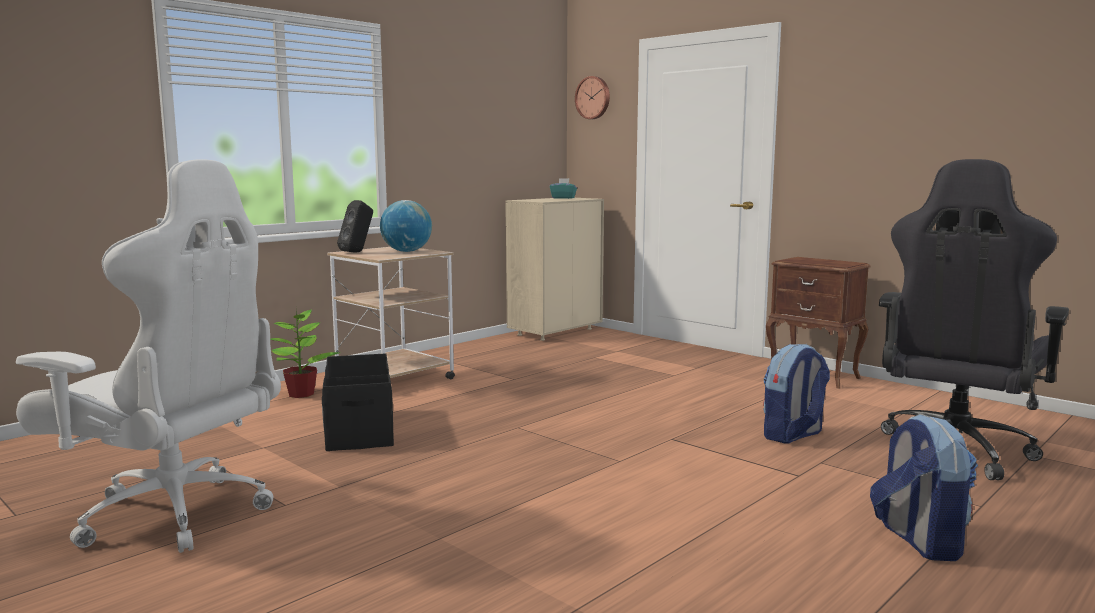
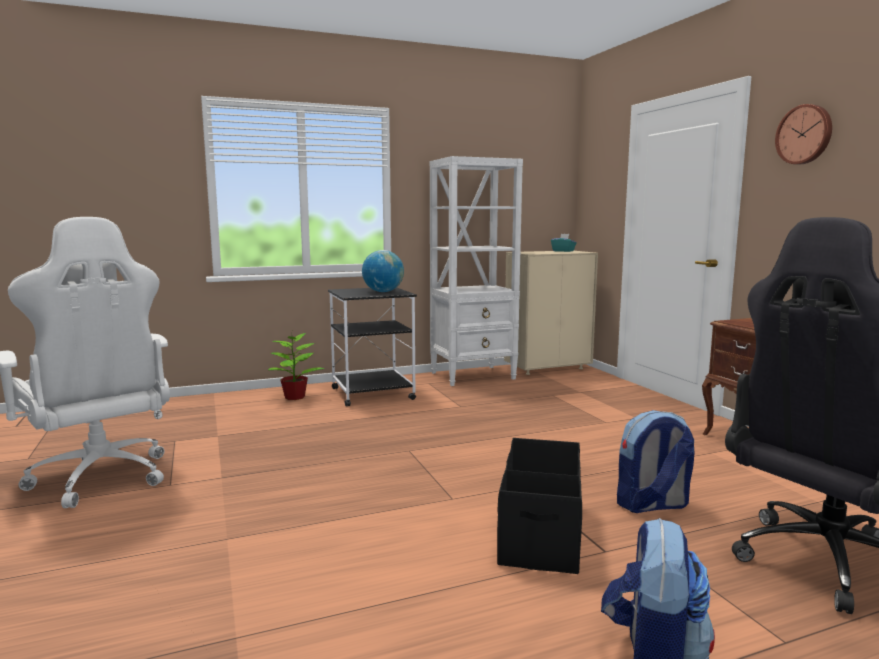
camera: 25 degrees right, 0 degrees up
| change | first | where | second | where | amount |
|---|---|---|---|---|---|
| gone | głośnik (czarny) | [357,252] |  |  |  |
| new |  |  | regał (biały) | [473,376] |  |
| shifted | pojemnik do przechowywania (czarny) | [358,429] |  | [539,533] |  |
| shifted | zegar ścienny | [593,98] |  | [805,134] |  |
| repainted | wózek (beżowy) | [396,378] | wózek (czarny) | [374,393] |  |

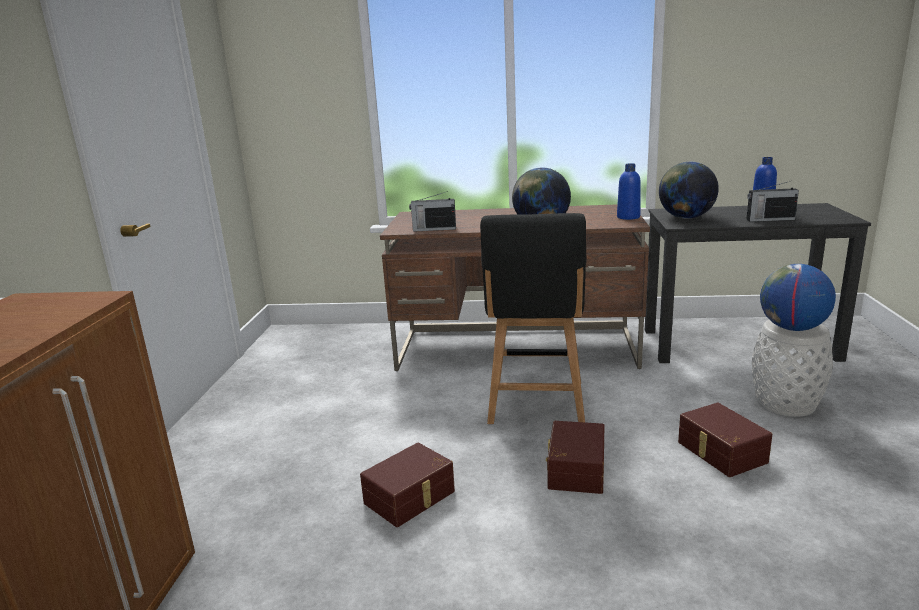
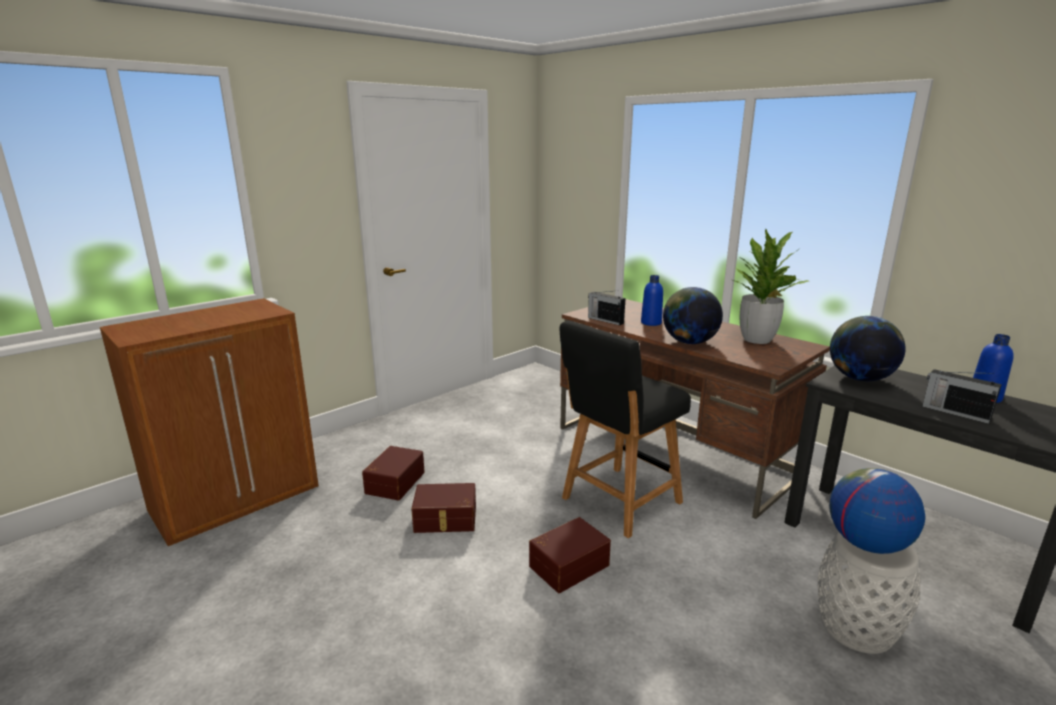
camera: 40 degrees right, 0 degrees up
| change | first | where | second | where | amount |
|---|---|---|---|---|---|
| new |  |  | roślina doniczkowa | [757,339] |  |
| shifted | butelka (niebieski) | [628,217] |  | [651,323] |  |
| shifted | pojemnik do przechowywania (brązowy) | [720,452] |  | [393,482] |  |

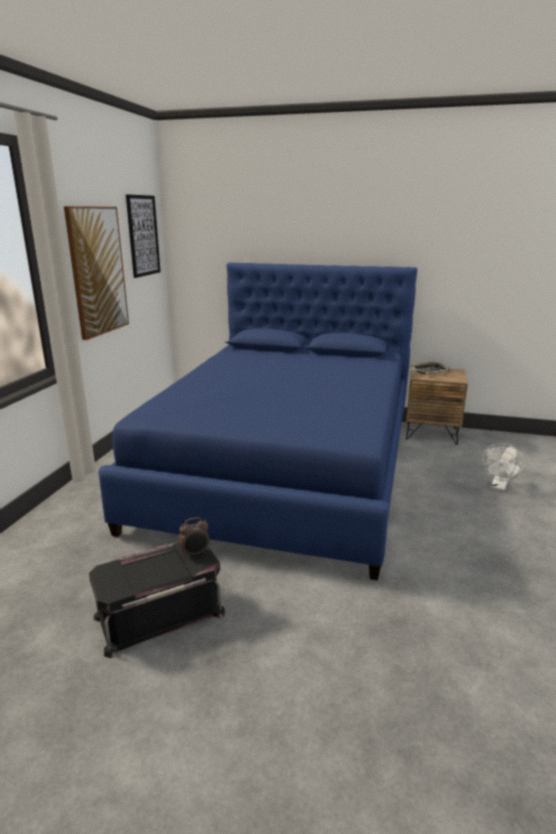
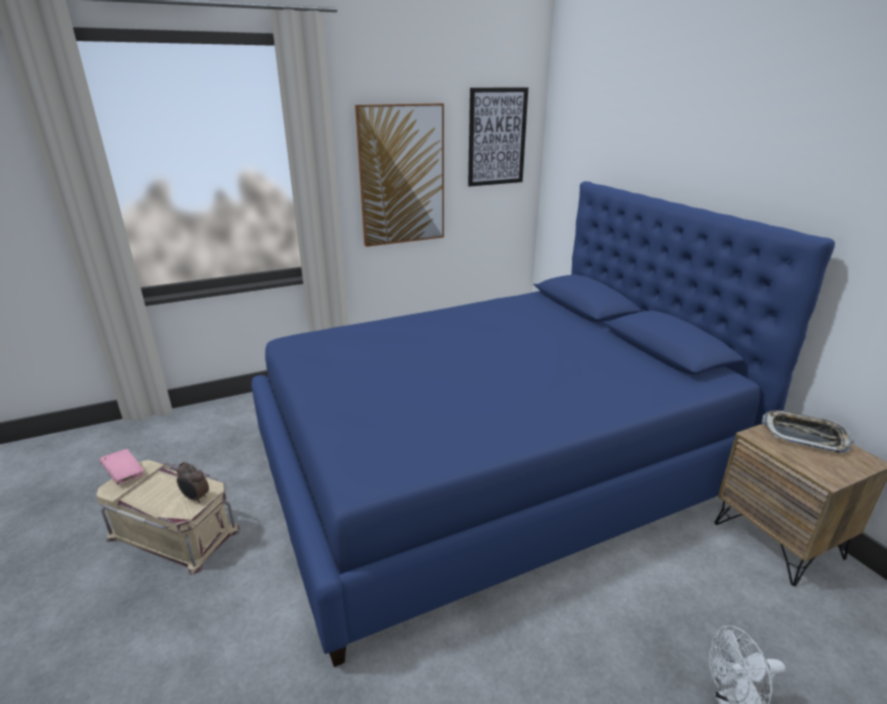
camera: 50 degrees right, 5 degrees up
| change | first | where | second | where | amount |
|---|---|---|---|---|---|
| new |  |  | książka (różowy) | [124,474] |  |
| repainted | pojemnik do przechowywania (czarny) | [159,613] | pojemnik do przechowywania (beżowy) | [175,532] |  |

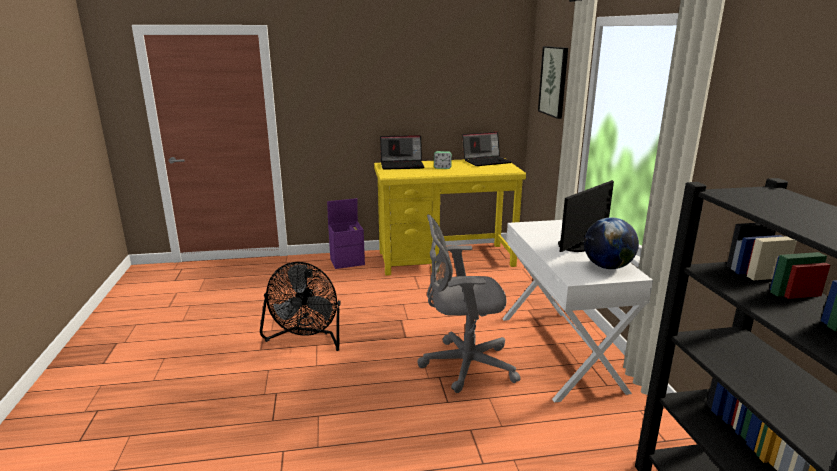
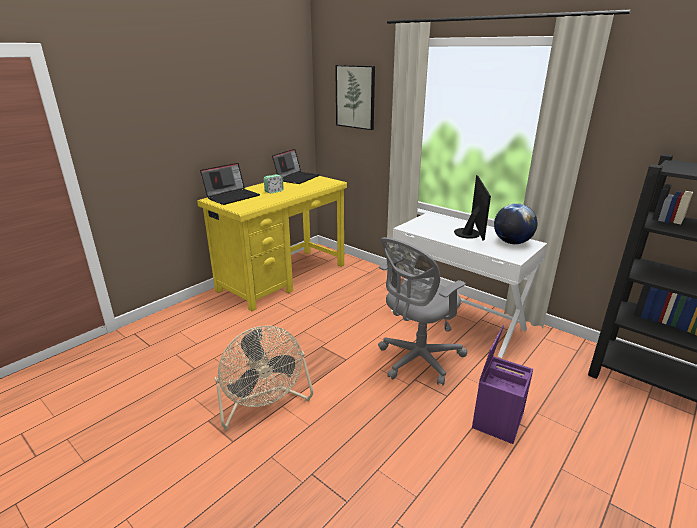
camera: 40 degrees left, 5 degrees up
| change | first | where | second | where | amount |
|---|---|---|---|---|---|
| shifted | pojemnik do przechowywania (fioletowy) | [348,261] |  | [497,419] |  |
| repainted | wentylator (czarny) | [305,337] | wentylator (beżowy) | [260,404] |  |

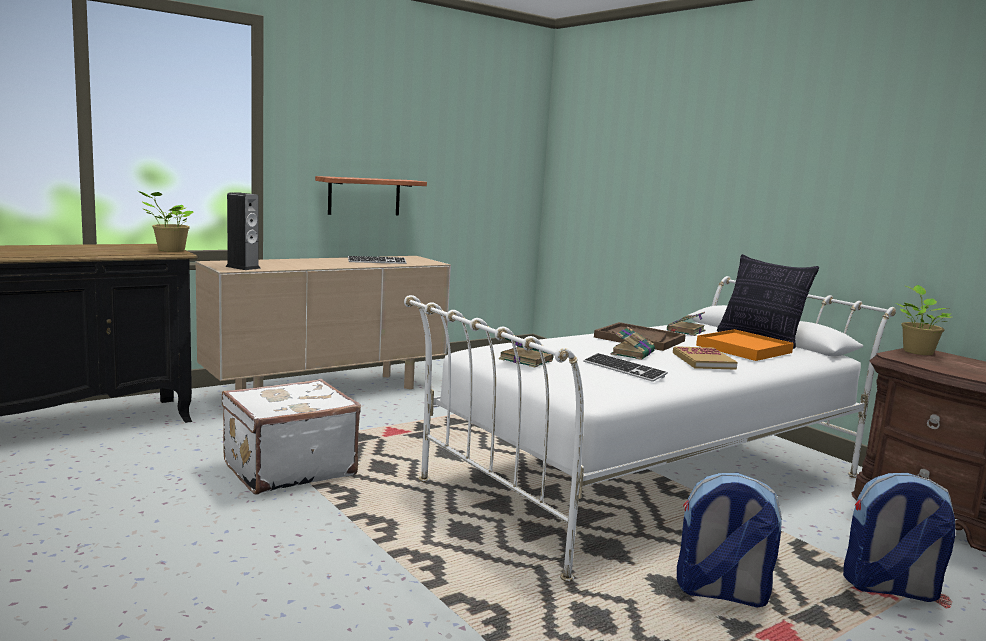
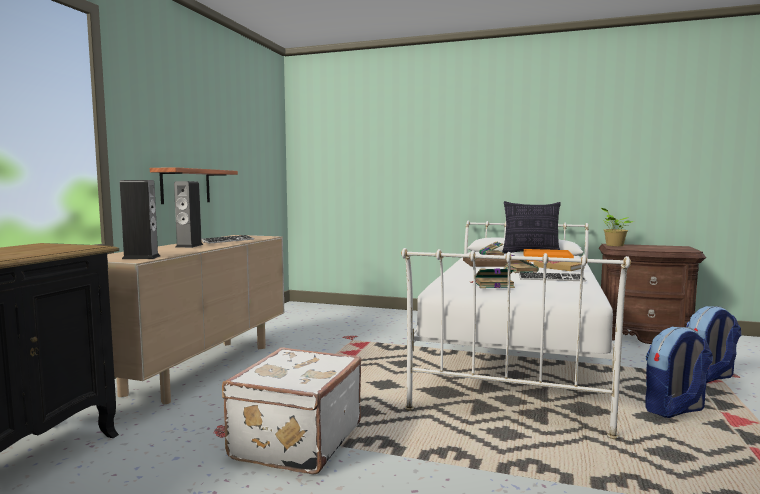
camera: 35 degrees left, 5 degrees down
| change | first | where | second | where | amount |
|---|---|---|---|---|---|
| gone | roślina doniczkowa | [169,250] |  |  |  |
| new |  |  | głośnik | [189,246] |  |

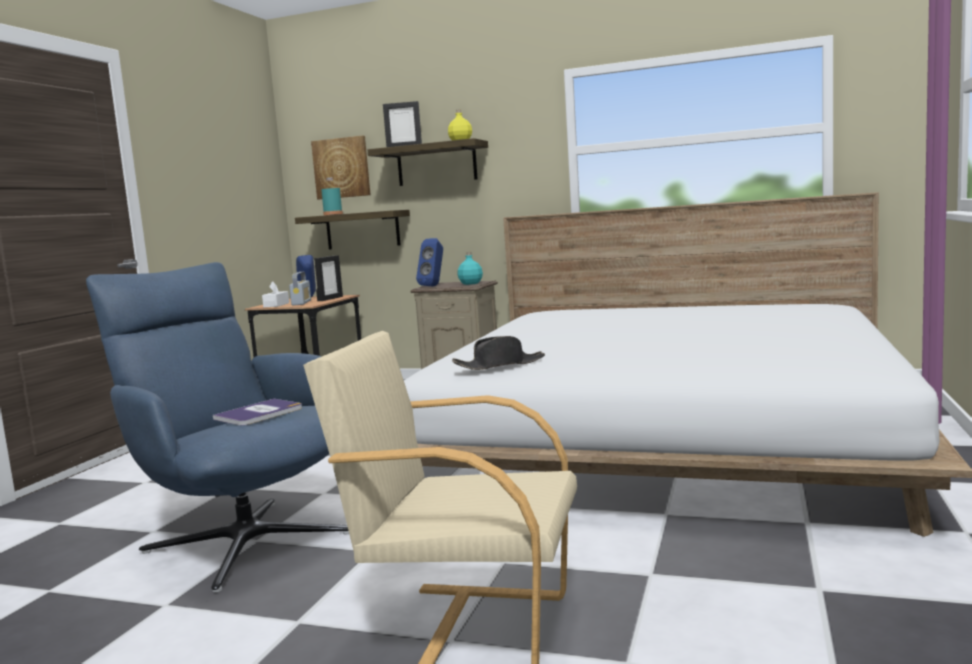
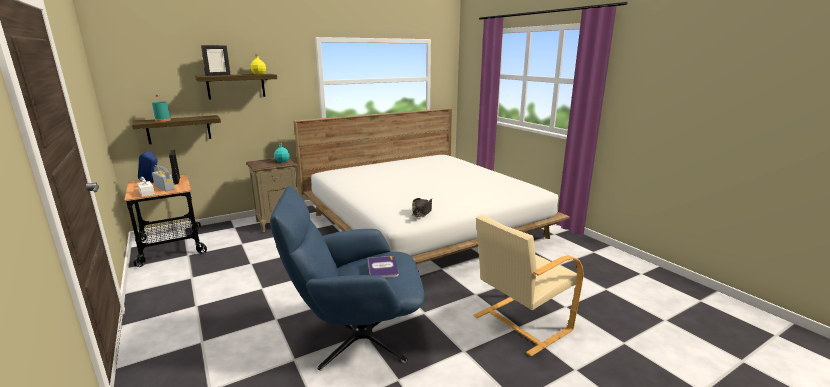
camera: 50 degrees left, 10 degrees up
| change | first | where | second | where | amount |
|---|---|---|---|---|---|
| gone | obraz | [342,168] |  |  |  |
| gone | głośnik (niebieski) | [434,286] |  |  |  |

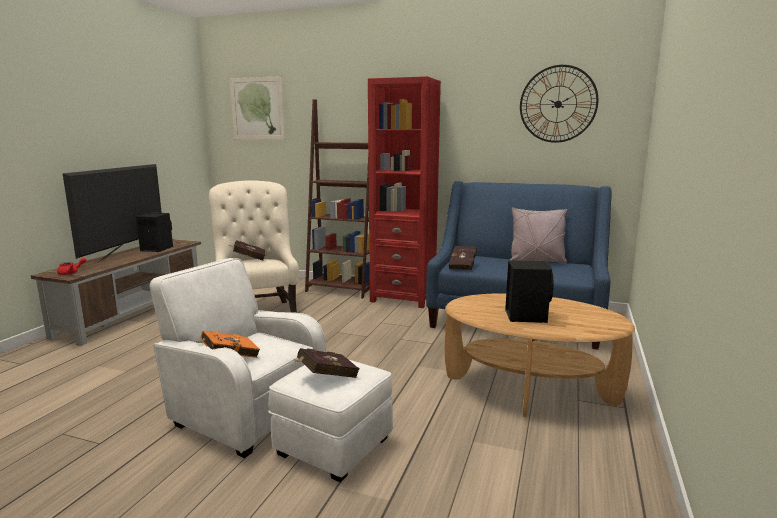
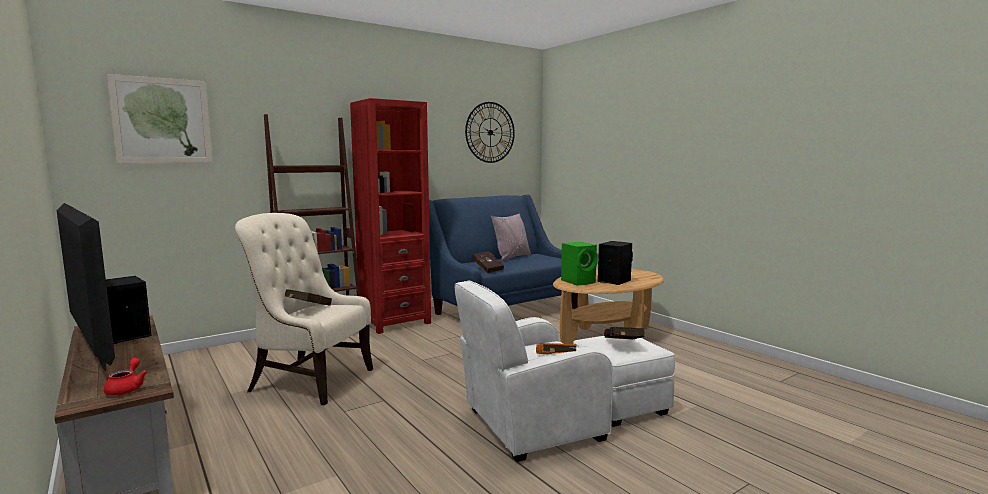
camera: 55 degrees left, 5 degrees down
| change | first | where | second | where | amount |
|---|---|---|---|---|---|
| new |  |  | głośnik (zielony) | [579,281] |  |

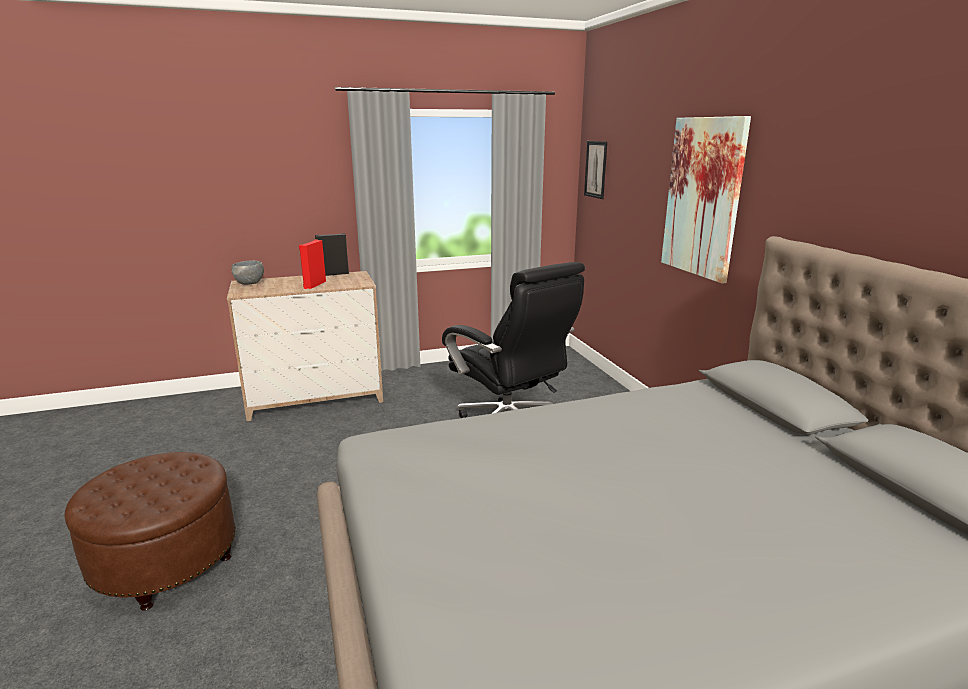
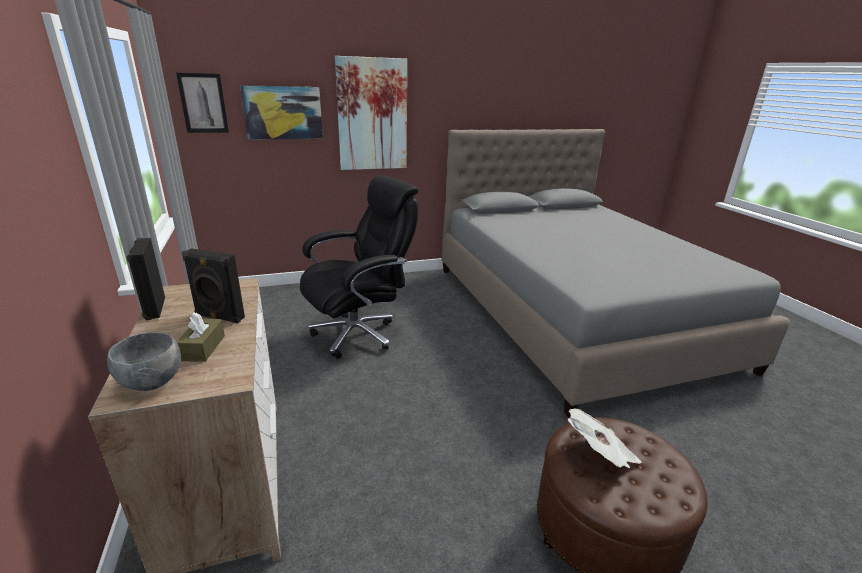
camera: 90 degrees left, 5 degrees up
| change | first | where | second | where | amount |
|---|---|---|---|---|---|
| new |  |  | pudełko chusteczek (brązowy) | [203,348] |  |
| new |  |  | obraz | [283,112] |  |
| new |  |  | gazeta | [600,454] |  |
| repainted | głośnik (czerwony) | [314,285] | głośnik (czarny) | [219,317] |  |

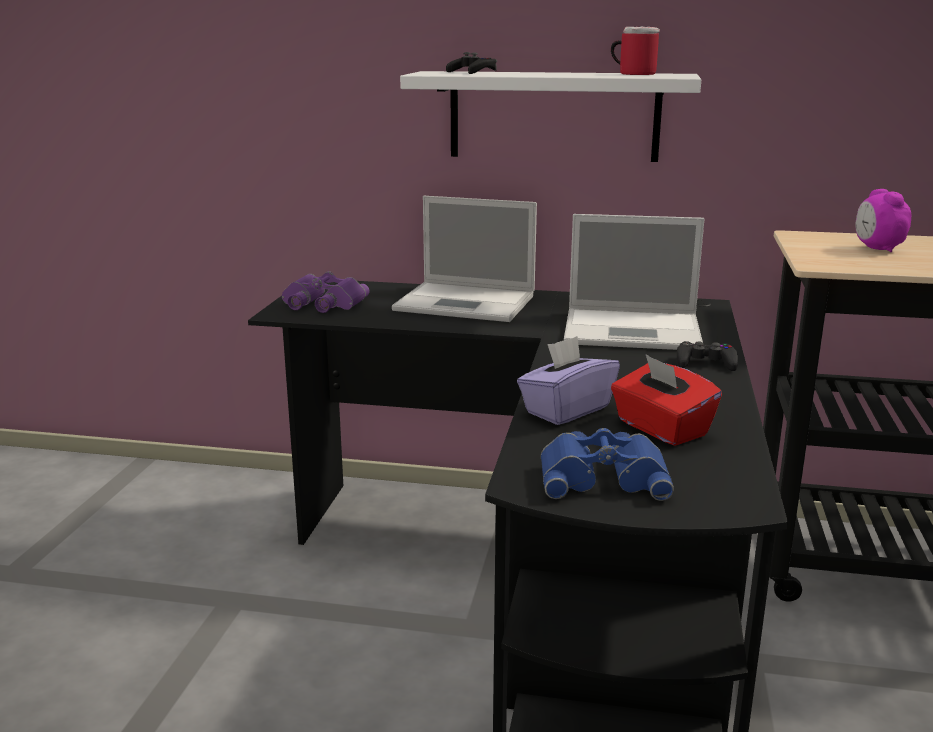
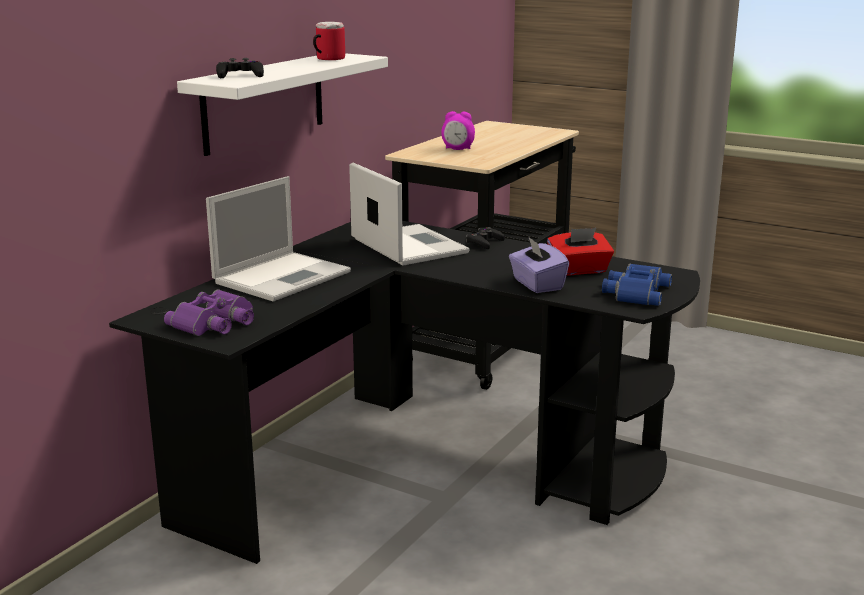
camera: 70 degrees left, 0 degrees up
| change | first | where | second | where | amount |
|---|---|---|---|---|---|
| rotated | laptop | [635,330] |  | [407,246] | 60 degrees counterclockwise |

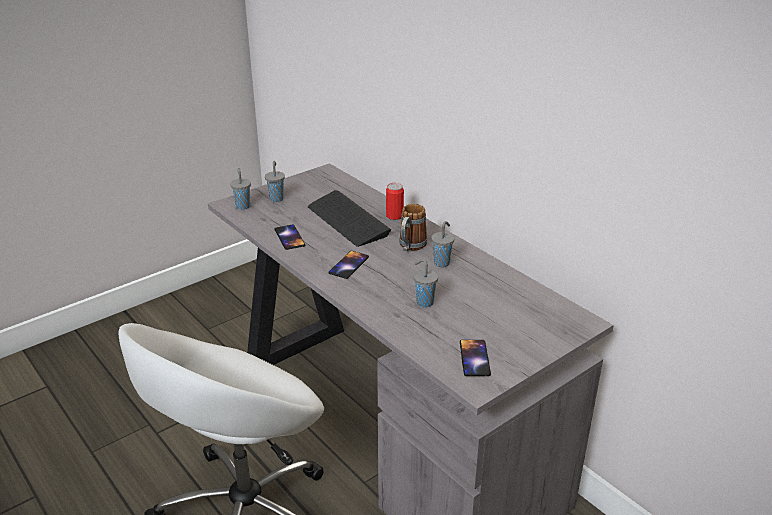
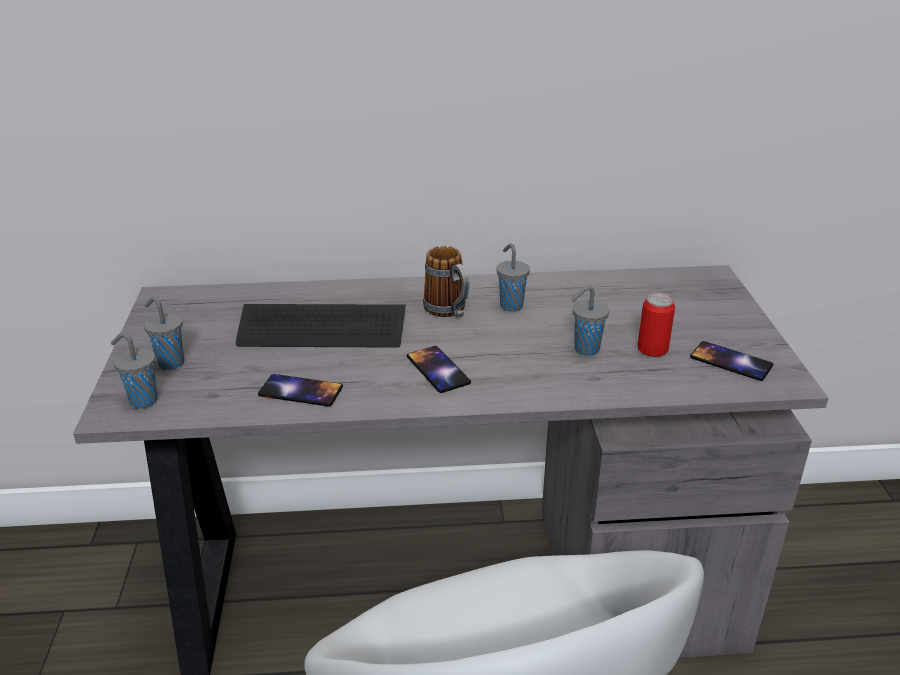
camera: 55 degrees left, 0 degrees up
| change | first | where | second | where | amount |
|---|---|---|---|---|---|
| shifted | puszka | [394,216] |  | [652,349] |  |

